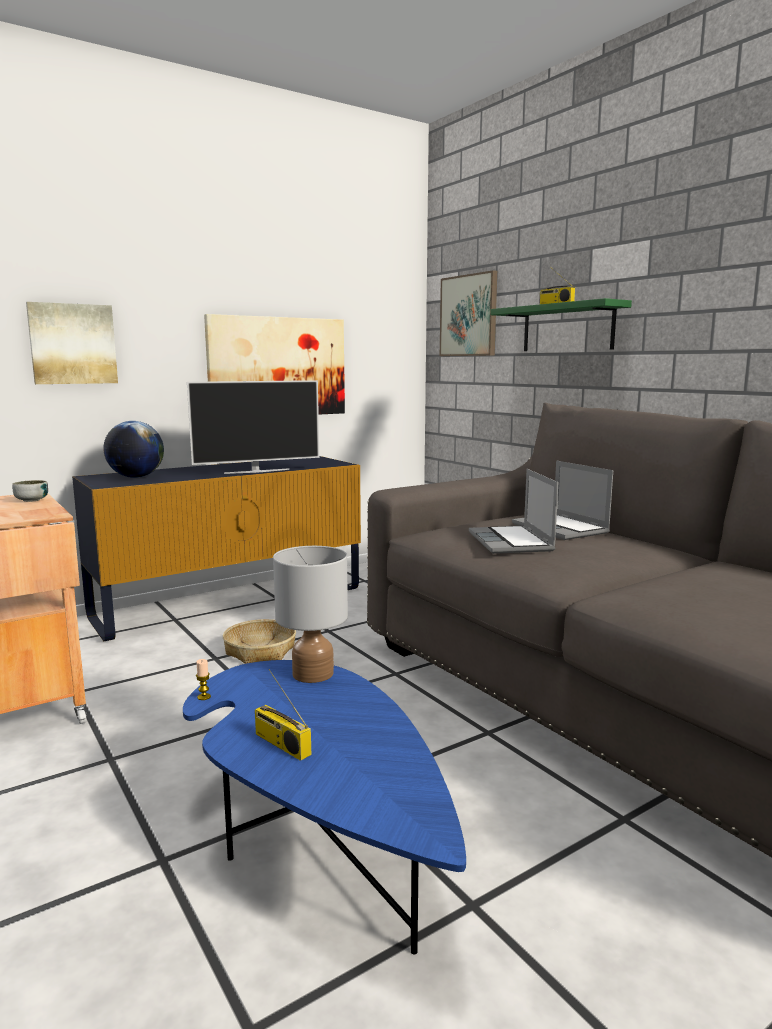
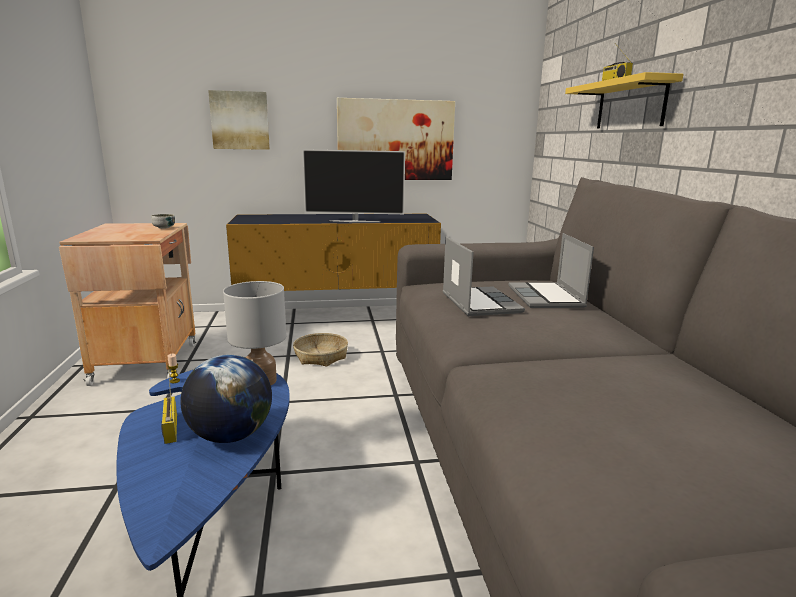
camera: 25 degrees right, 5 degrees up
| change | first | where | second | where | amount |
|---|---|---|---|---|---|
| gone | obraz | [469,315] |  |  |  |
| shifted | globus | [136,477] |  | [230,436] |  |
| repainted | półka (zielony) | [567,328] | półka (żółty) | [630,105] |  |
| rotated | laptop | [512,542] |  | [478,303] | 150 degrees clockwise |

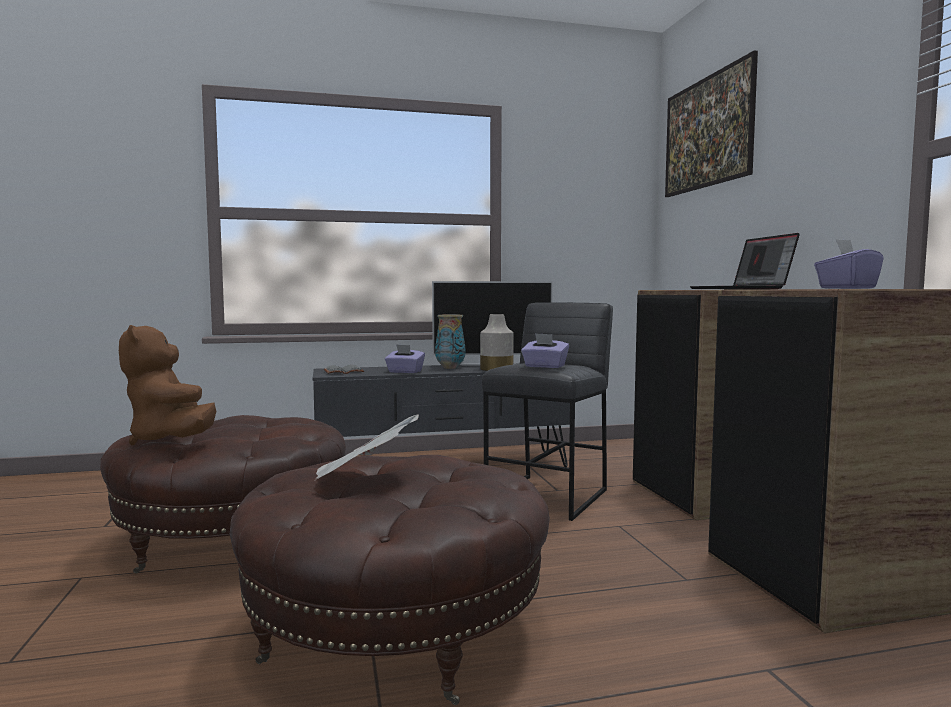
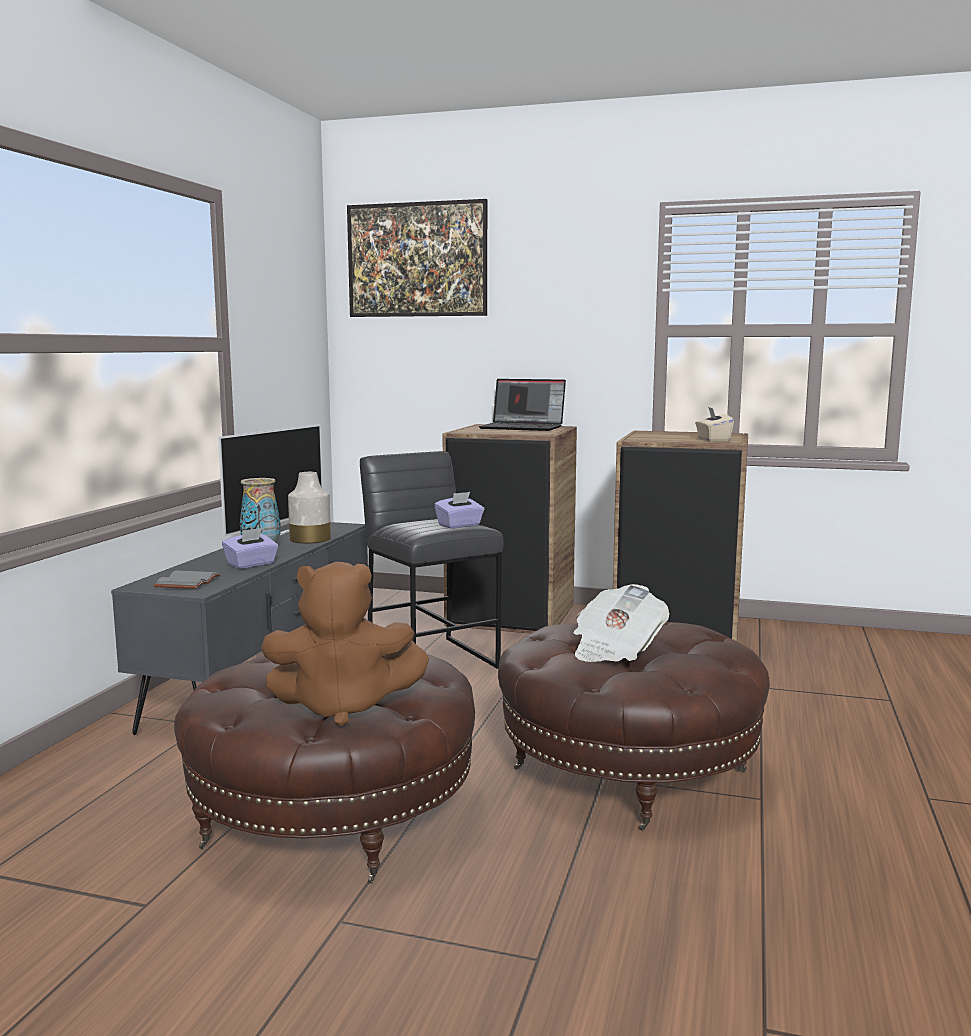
camera: 60 degrees left, 5 degrees up
| change | first | where | second | where | amount |
|---|---|---|---|---|---|
| repainted | pudełko chusteczek (fioletowy) | [846,288] | pudełko chusteczek (beżowy) | [713,440] |  |

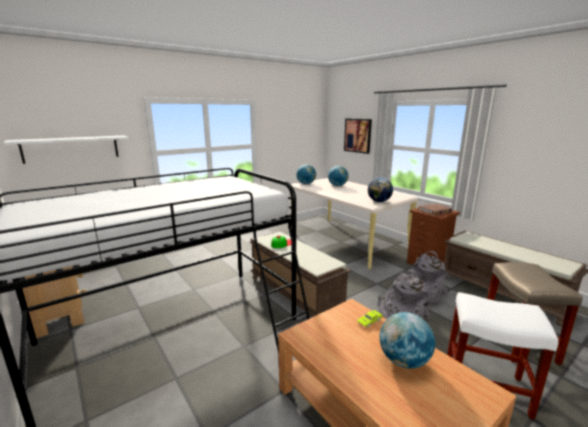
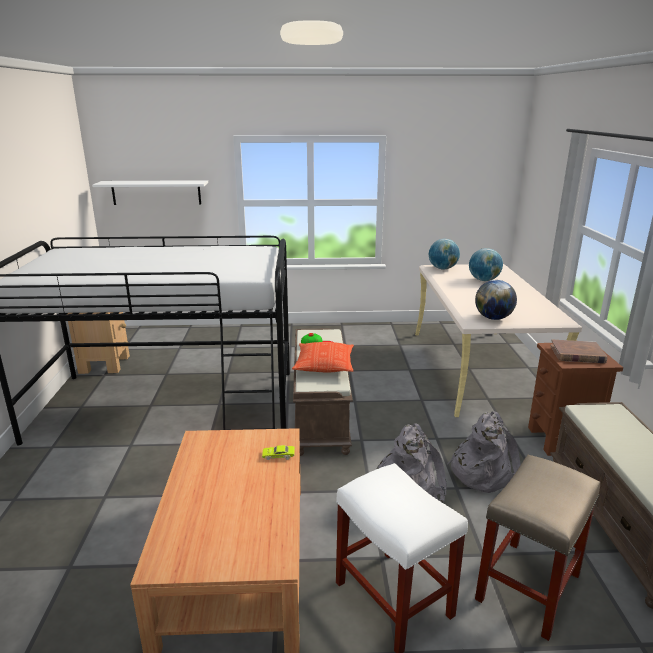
camera: 35 degrees right, 5 degrees up
| change | first | where | second | where | amount |
|---|---|---|---|---|---|
| gone | obraz | [358,135] |  |  |  |
| gone | globus | [403,360] |  |  |  |
| new |  |  | poduszka (pomarańczowy) | [324,366] |  |

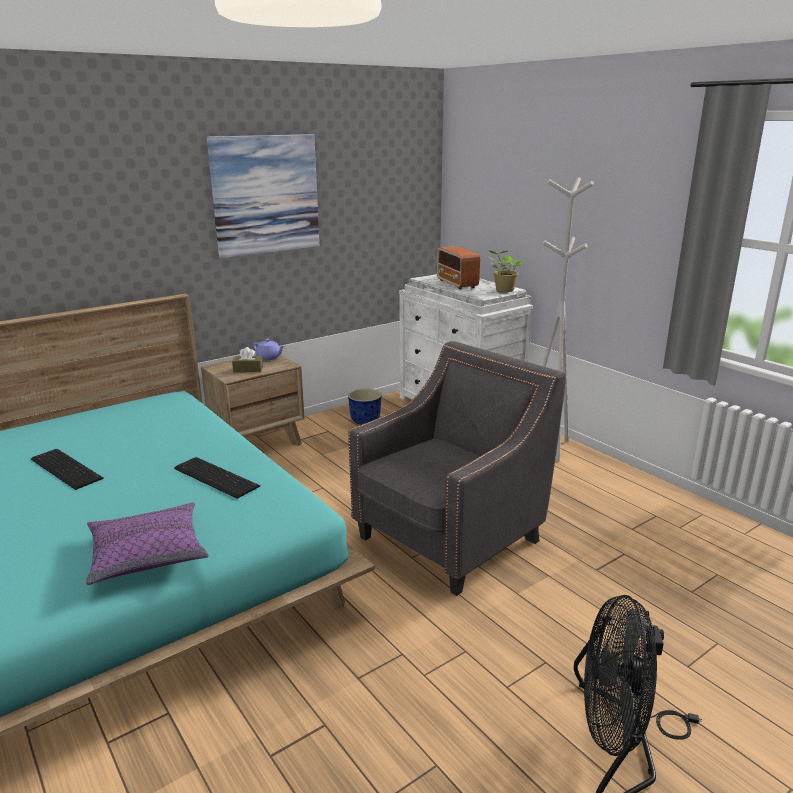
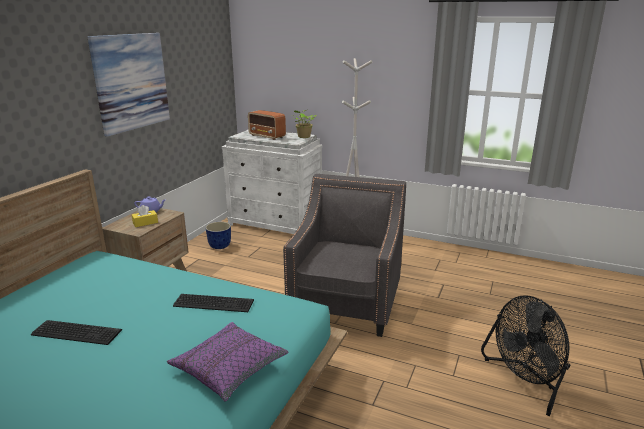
camera: 30 degrees left, 0 degrees up
| change | first | where | second | where | amount |
|---|---|---|---|---|---|
| repainted | pudełko chusteczek (brązowy) | [248,369] | pudełko chusteczek (żółty) | [145,223] |  |

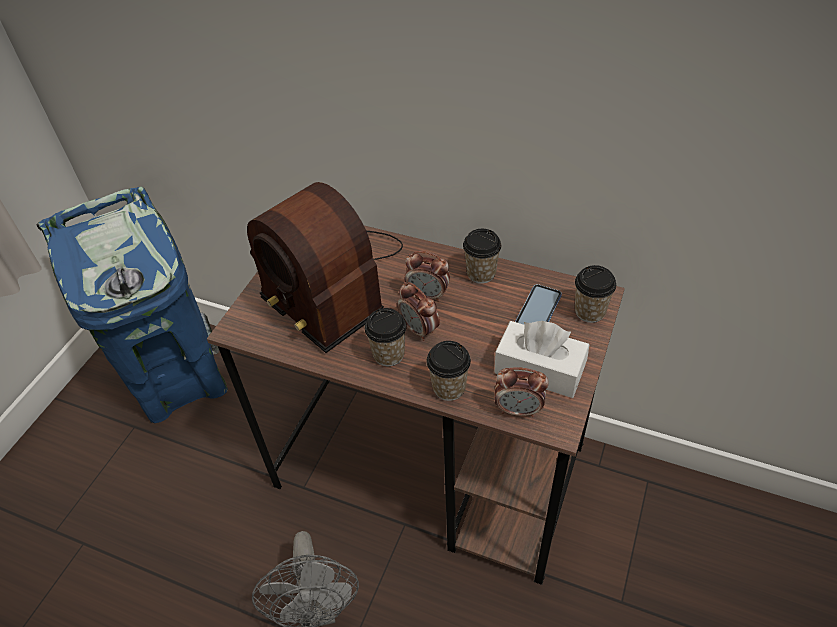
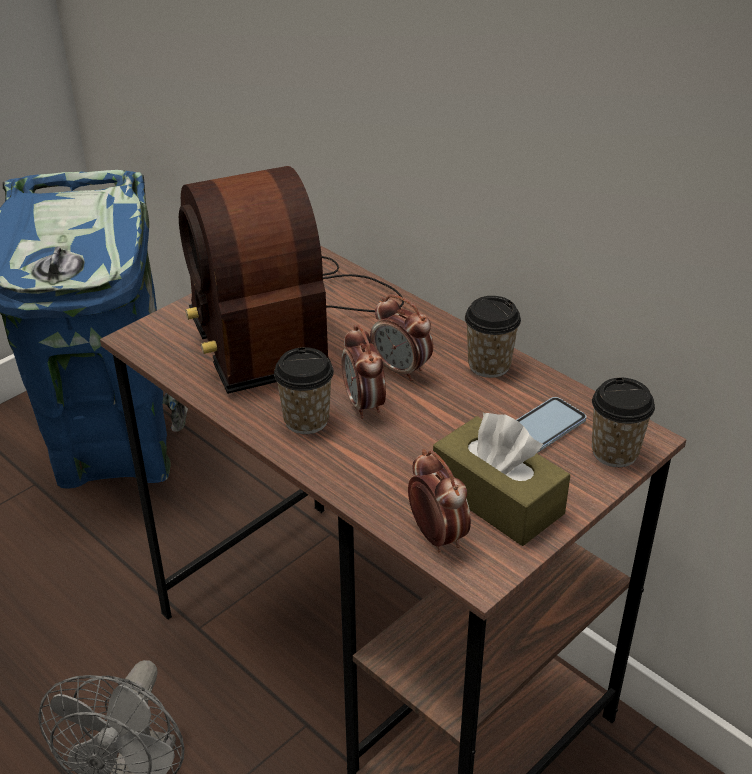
camera: 20 degrees right, 10 degrees down
| change | first | where | second | where | amount |
|---|---|---|---|---|---|
| gone | filiżanka | [449,388] |  |  |  |
| repainted | pudełko chusteczek (biały) | [539,369] | pudełko chusteczek (brązowy) | [497,498] |  |
| rotated | budzik | [518,410] |  | [437,536] | 150 degrees counterclockwise |

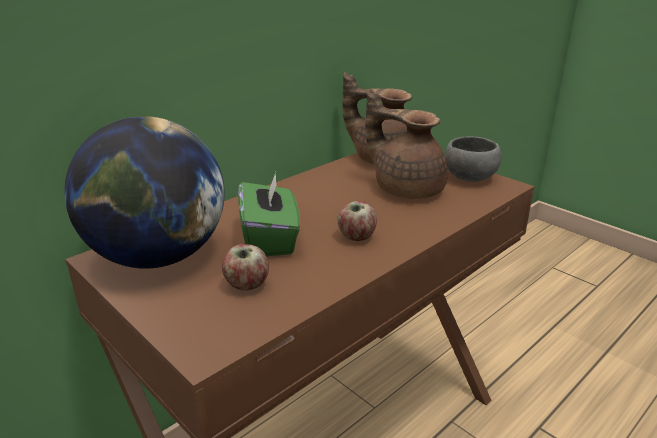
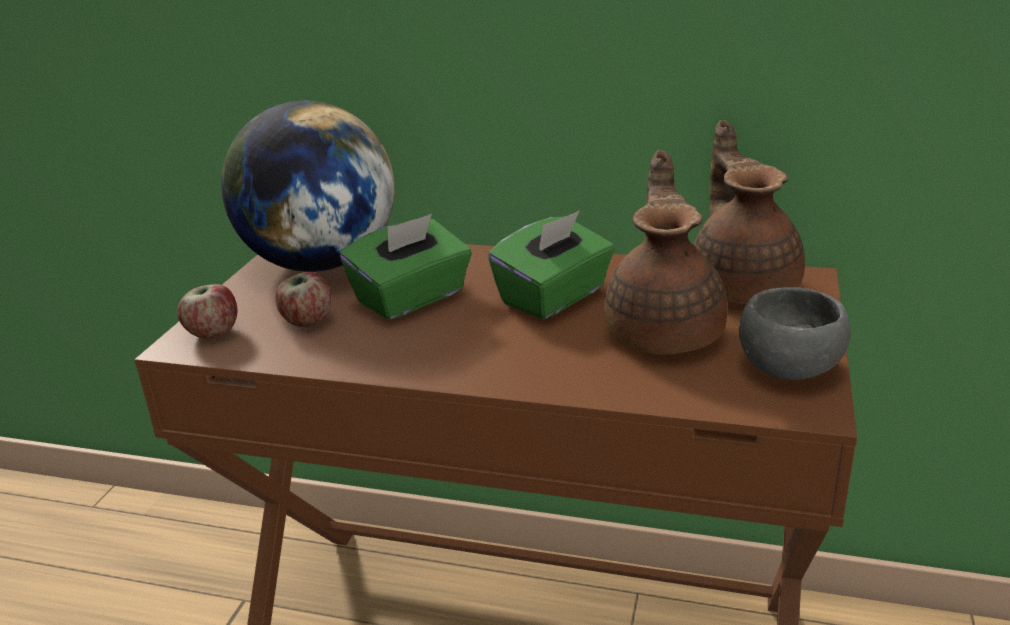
camera: 60 degrees right, 0 degrees up
| change | first | where | second | where | amount |
|---|---|---|---|---|---|
| new |  |  | pudełko chusteczek (zielony) | [554,297] |  |
| shifted | jabłko | [356,237] |  | [212,332] |  |

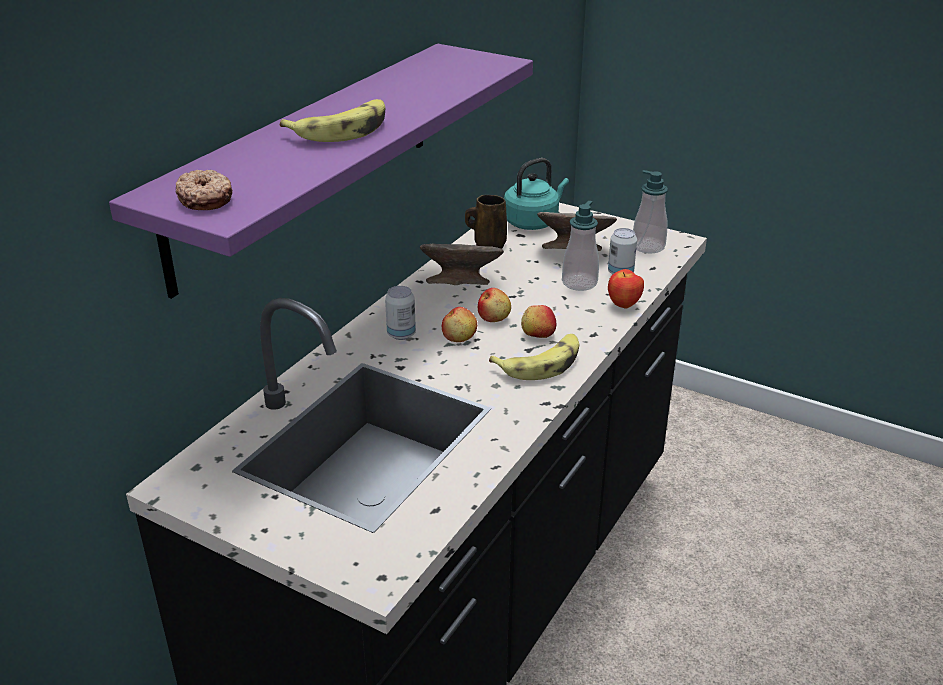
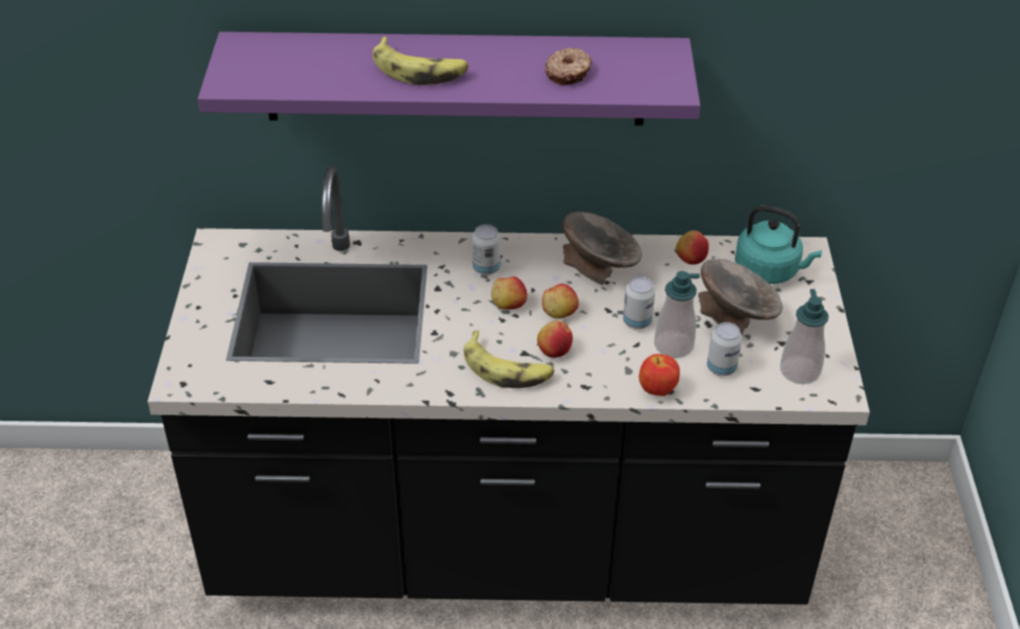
camera: 60 degrees right, 10 degrees up
| change | first | where | second | where | amount |
|---|---|---|---|---|---|
| new |  |  | puszka | [637,322] |  |
| shifted | donut | [206,199] |  | [568,73] |  |
| swapped | kubek (brązowy) | [488,245] | jabłko | [691,258] |  |

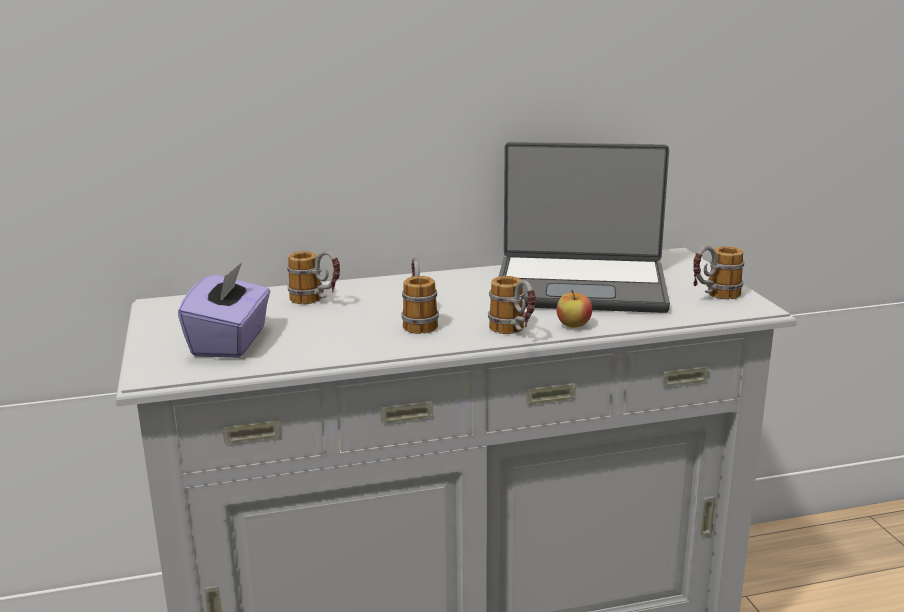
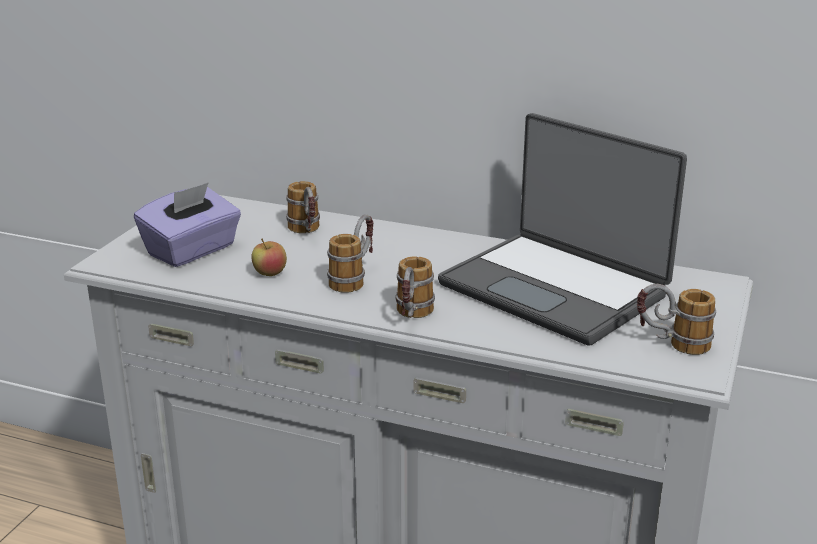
camera: 35 degrees right, 5 degrees up
| change | first | where | second | where | amount |
|---|---|---|---|---|---|
| shifted | jabłko | [573,325] |  | [270,273] |  |

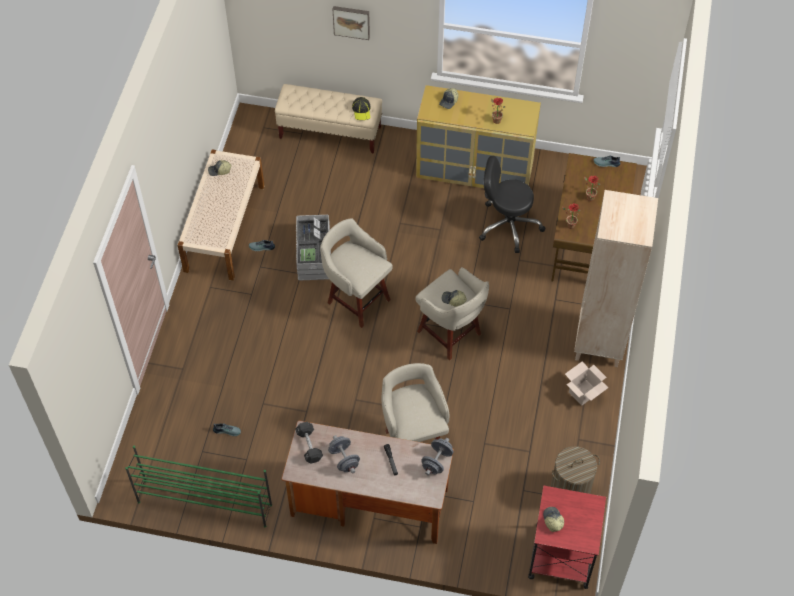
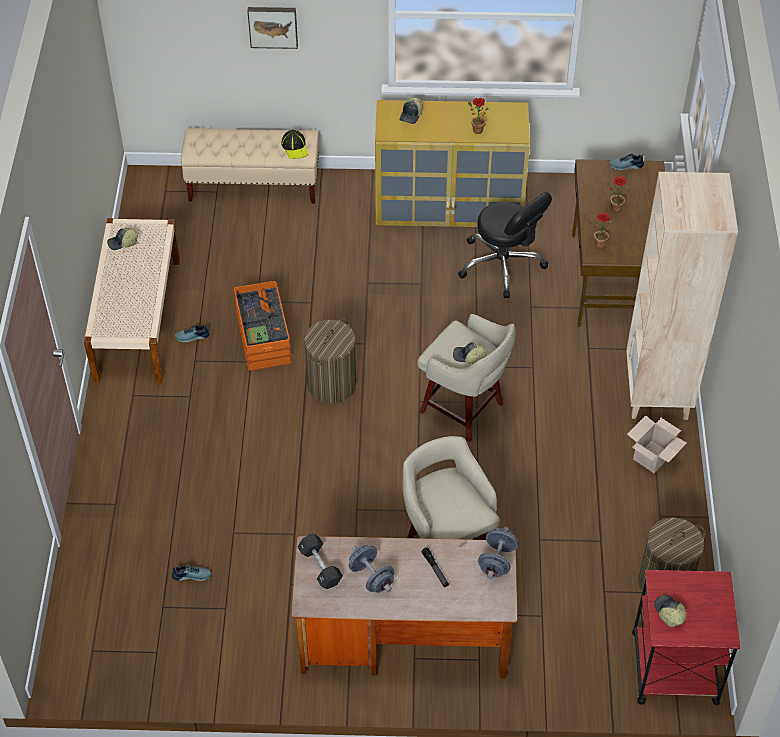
camera: 10 degrees left, 5 degrees down
| change | first | where | second | where | amount |
|---|---|---|---|---|---|
| gone | regał na buty (zielony) | [204,503] |  |  |  |
| swapped | stołek (beżowy) | [357,300] | kosz na pranie | [331,384] |  |
| repainted | pojemnik do przechowywania (szary) | [313,255] | pojemnik do przechowywania (pomarańczowy) | [262,336] |  |
| rotated | krzesło biurowe (czarny) | [506,225] |  | [504,267] | 135 degrees counterclockwise |

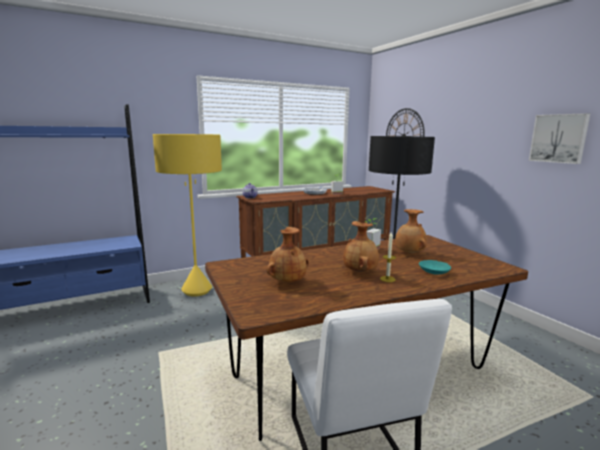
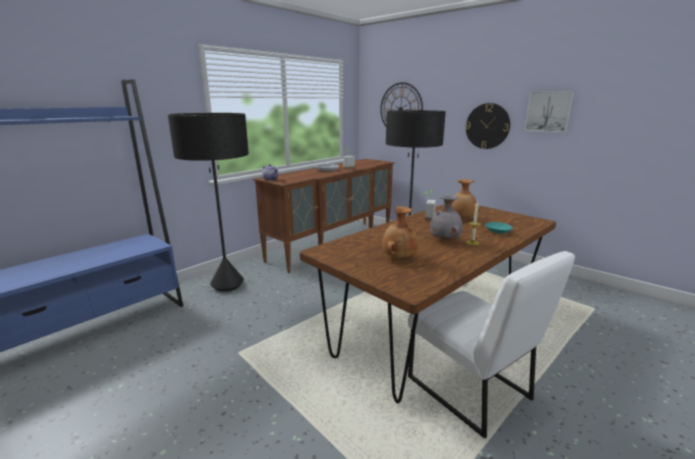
camera: 20 degrees left, 5 degrees up
| change | first | where | second | where | amount |
|---|---|---|---|---|---|
| new |  |  | zegar ścienny | [487,126] |  |
| repainted | lampa stojąca (żółty) | [197,291] | lampa stojąca (czarny) | [227,285] |  |
| repainted | wazon (brązowy) | [360,272] | wazon (szary) | [445,239] |  |

